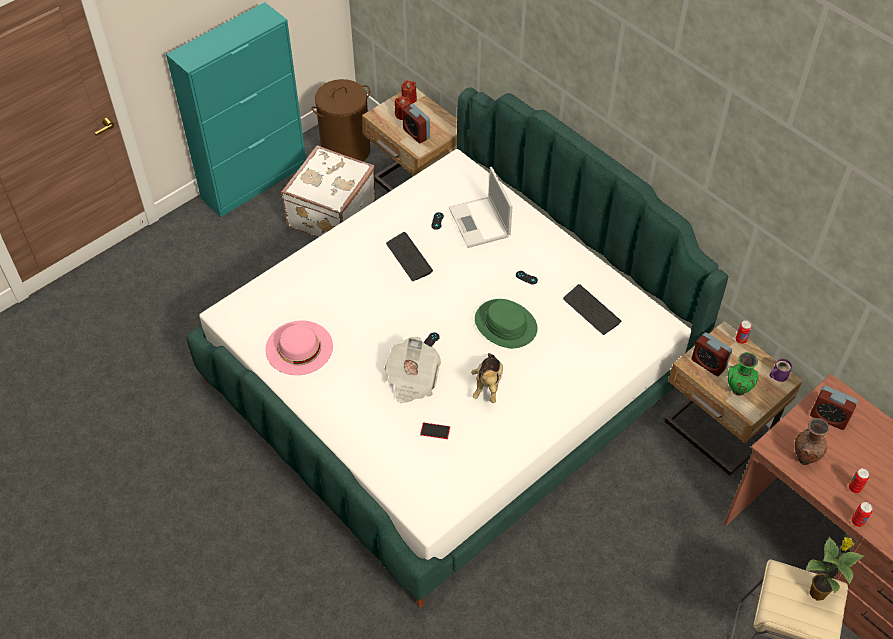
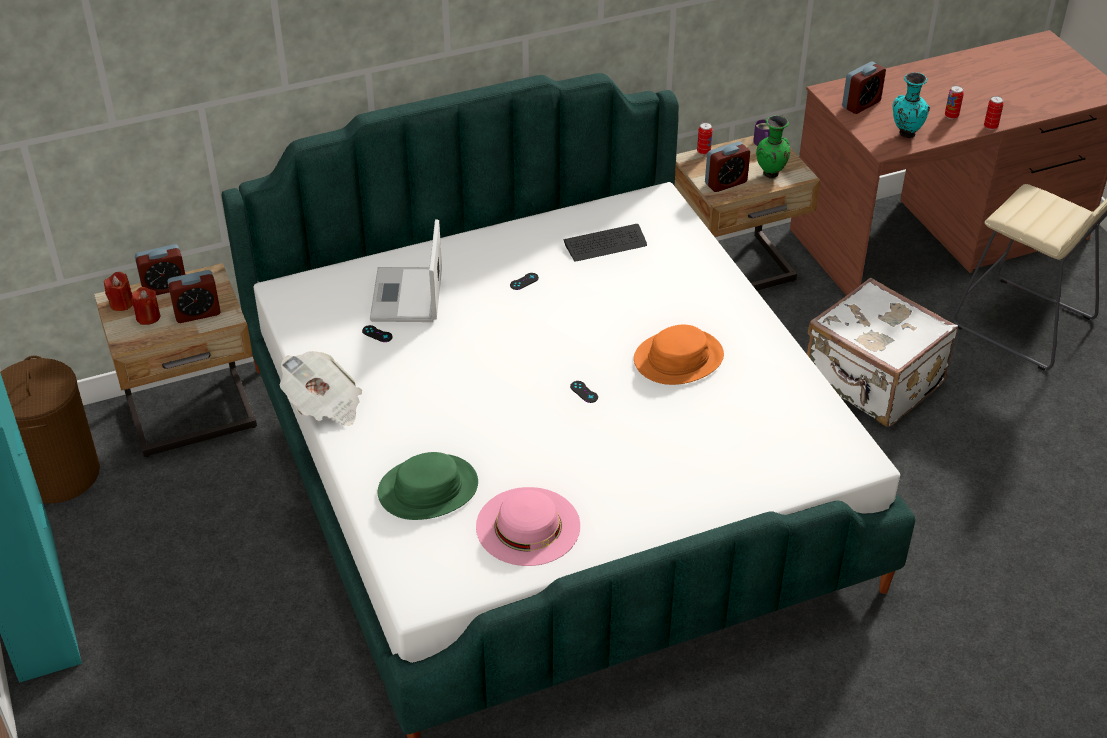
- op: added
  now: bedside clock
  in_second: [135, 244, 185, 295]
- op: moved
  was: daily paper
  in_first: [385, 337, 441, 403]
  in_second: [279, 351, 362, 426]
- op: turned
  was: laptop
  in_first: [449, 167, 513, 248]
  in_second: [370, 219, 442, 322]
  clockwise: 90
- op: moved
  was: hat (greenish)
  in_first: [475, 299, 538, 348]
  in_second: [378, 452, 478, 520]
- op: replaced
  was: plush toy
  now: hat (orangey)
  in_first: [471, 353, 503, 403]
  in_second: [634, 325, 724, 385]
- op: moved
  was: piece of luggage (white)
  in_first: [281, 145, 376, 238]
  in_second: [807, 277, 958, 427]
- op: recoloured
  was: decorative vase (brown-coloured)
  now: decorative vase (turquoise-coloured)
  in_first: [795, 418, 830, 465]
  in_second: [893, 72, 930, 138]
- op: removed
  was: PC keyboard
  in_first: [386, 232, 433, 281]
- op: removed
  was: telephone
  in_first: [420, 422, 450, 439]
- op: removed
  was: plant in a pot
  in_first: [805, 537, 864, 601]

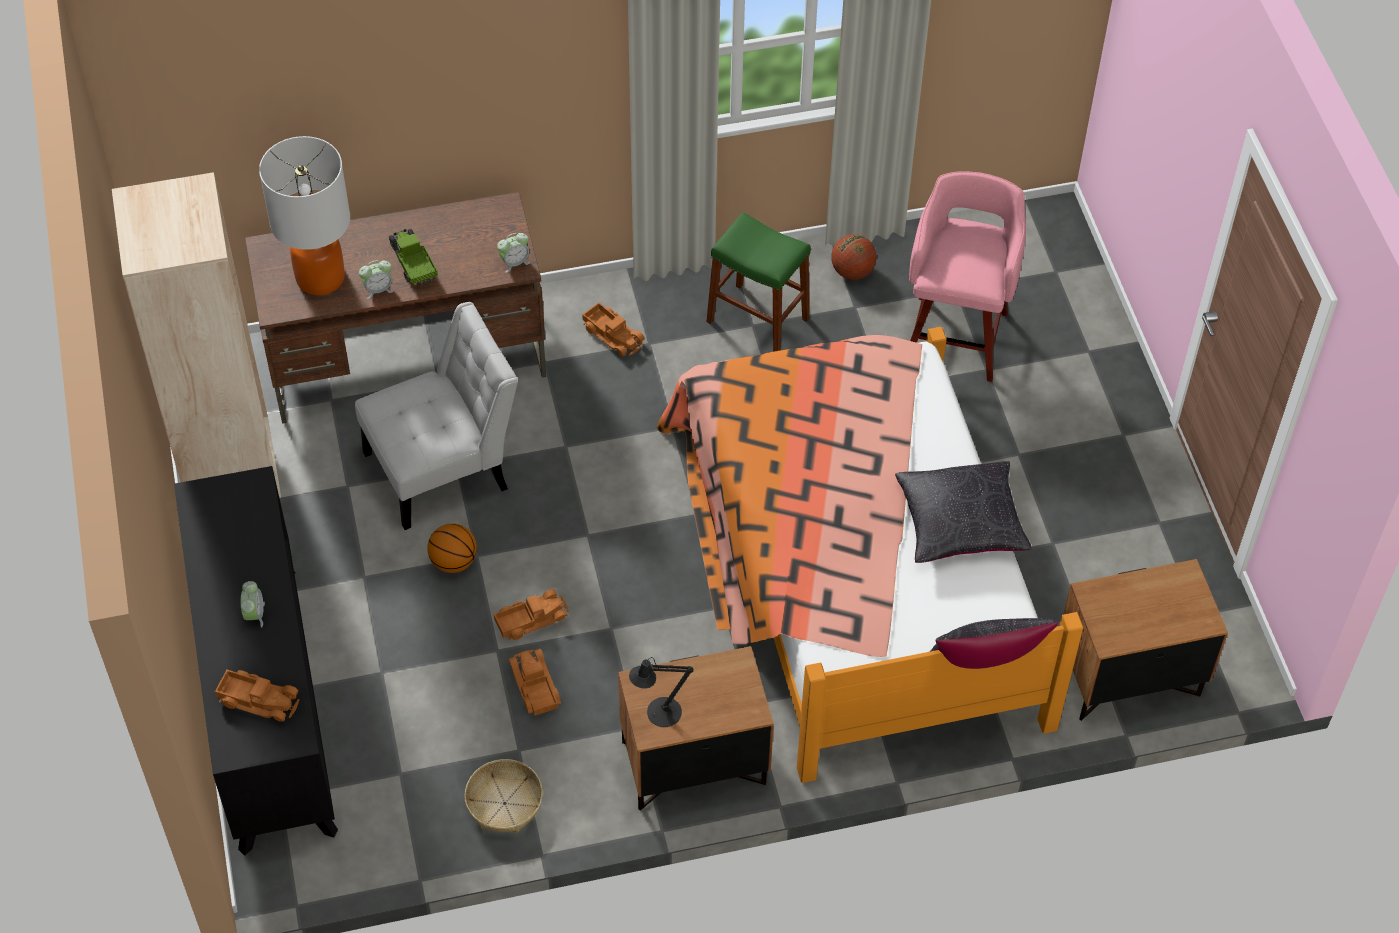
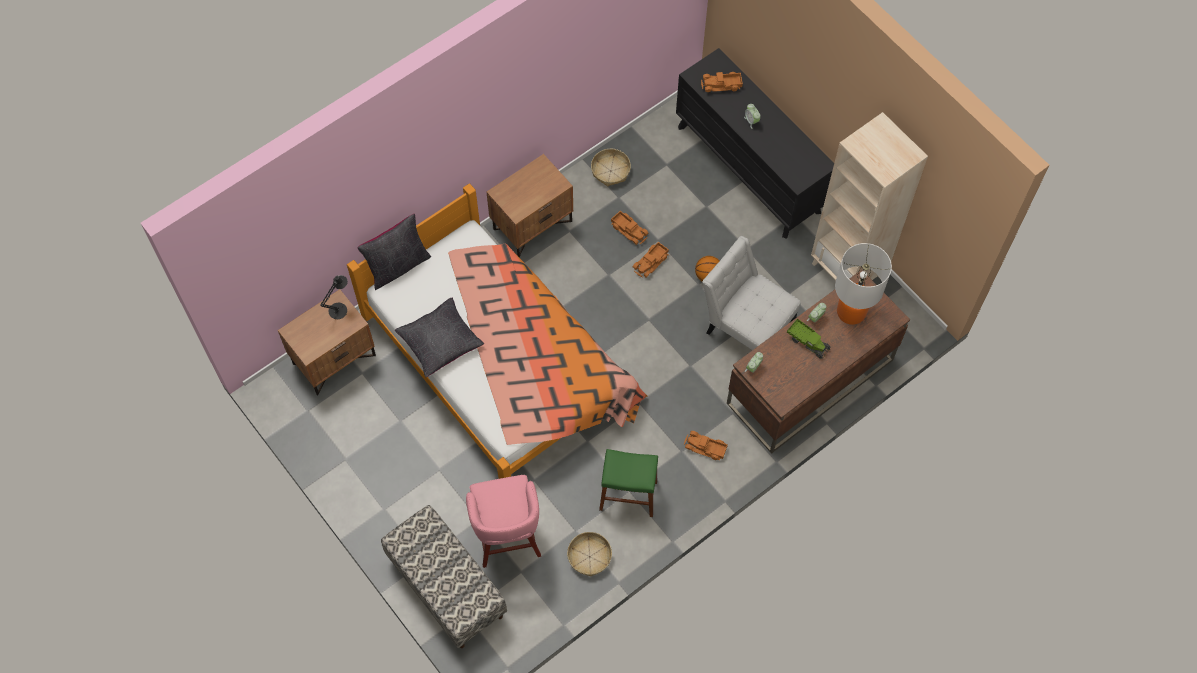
- op: moved
  was: lamp for a table (black)
  in_first: [629, 657, 693, 727]
  in_second: [320, 275, 348, 319]
- op: added
  now: long seat
  in_second: [381, 505, 507, 648]
- op: replaced
  was: basketball ball
  now: basket
  in_first: [831, 234, 876, 280]
  in_second: [567, 532, 612, 577]
- op: turned
  was: upright chair (white)
  in_first: [355, 302, 518, 530]
  in_second: [702, 236, 801, 350]
  clockwise: 90

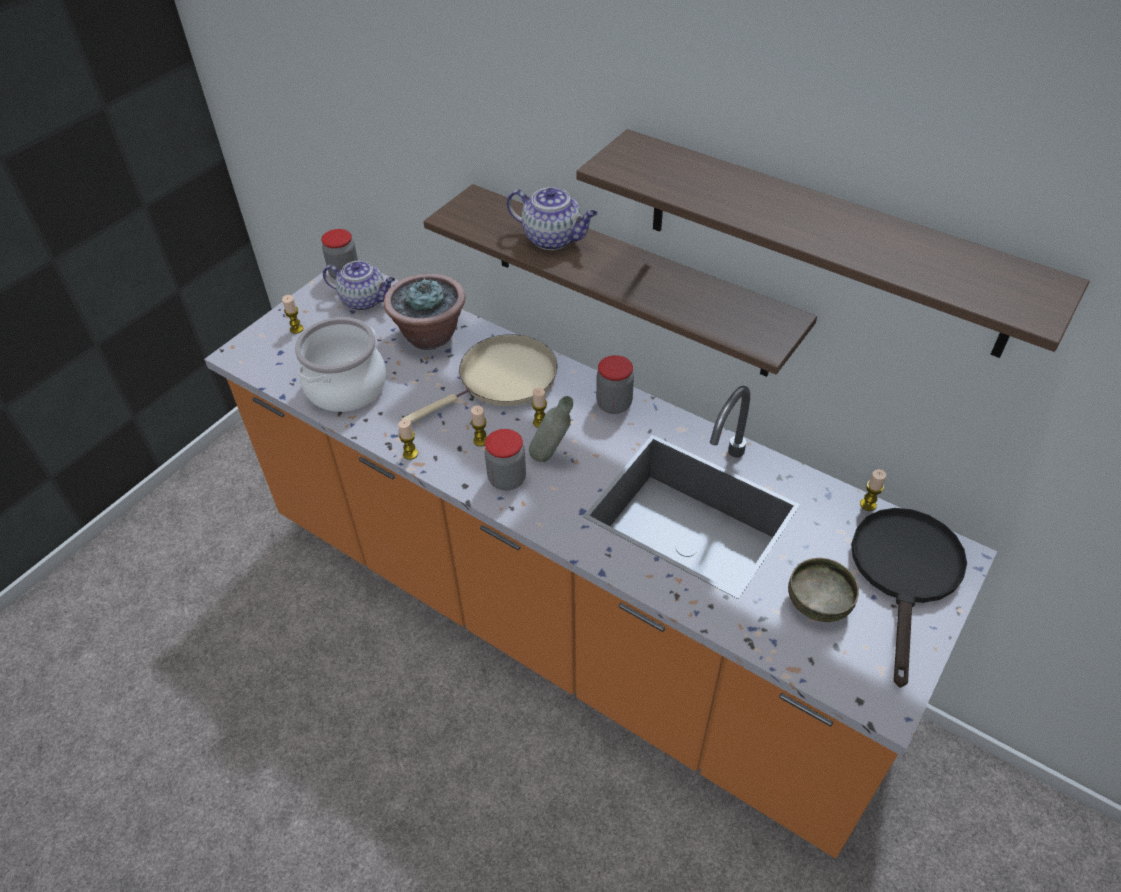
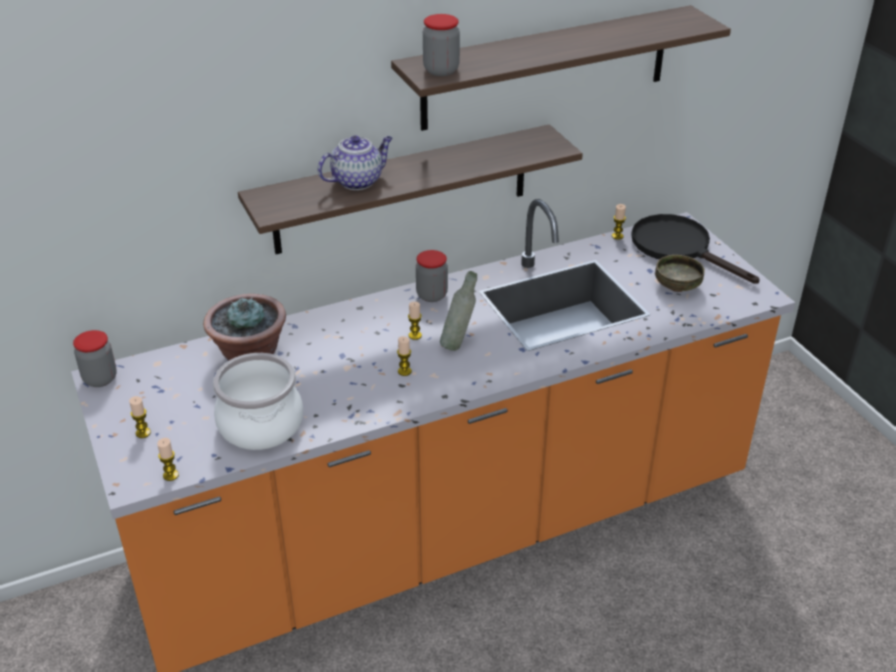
- op: moved
  was: candle
  in_first: [398, 419, 418, 460]
  in_second: [157, 438, 179, 481]
- op: moved
  was: jar
  in_first: [485, 429, 526, 491]
  in_second: [423, 14, 460, 76]
- op: removed
  was: tea pot
  in_first: [323, 261, 395, 311]
- op: removed
  was: pan (sand-coloured)
  in_first: [401, 334, 558, 423]

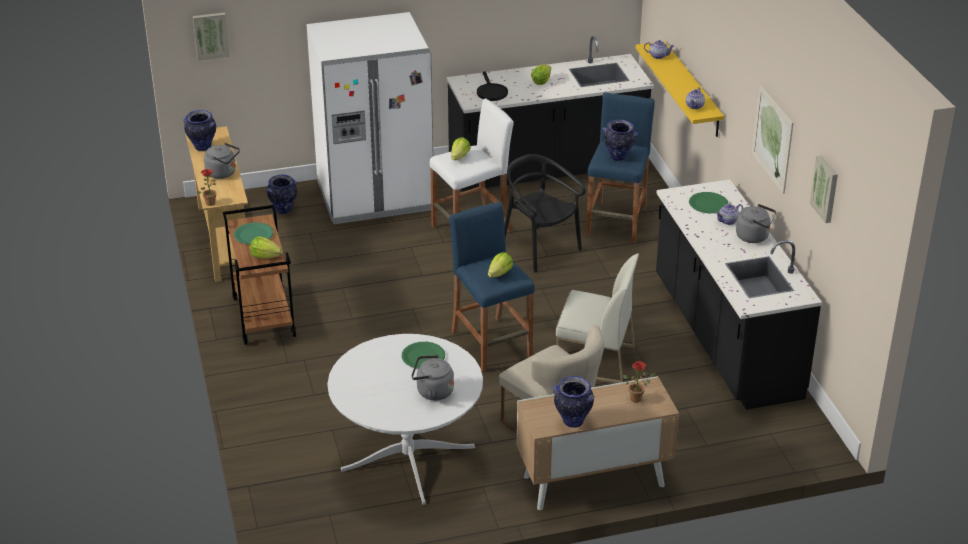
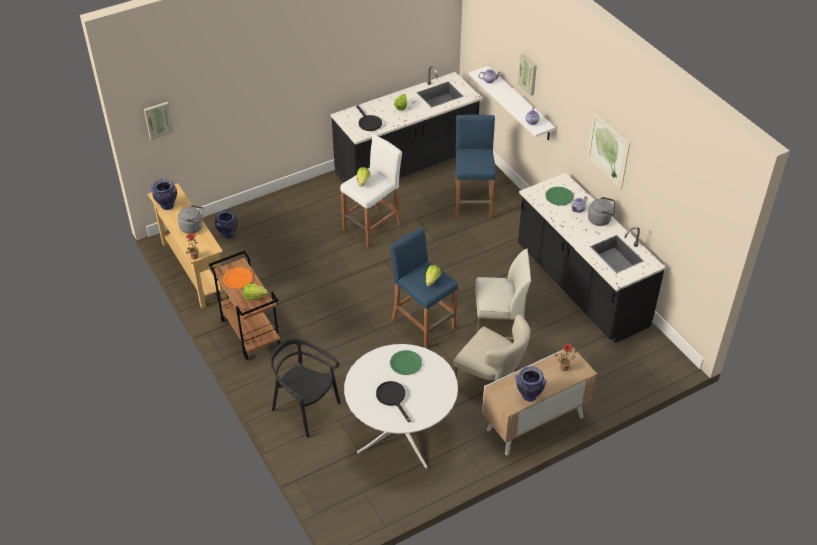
- op: recoloured
  was: flat dish (greenish)
  now: flat dish (orangey)
  in_first: [234, 222, 273, 244]
  in_second: [223, 267, 253, 289]
- op: moved
  was: upright chair (black)
  in_first: [504, 154, 586, 273]
  in_second: [270, 339, 341, 438]
- op: added
  now: pan (black)
  in_second: [376, 381, 411, 422]
- op: recoloured
  was: wall shelf (yellow-coloured)
  now: wall shelf (white)
  in_first: [636, 41, 724, 137]
  in_second: [469, 66, 556, 141]
- op: moved
  was: picture
  in_first: [810, 155, 838, 223]
  in_second: [518, 54, 537, 96]
- op: removed
  was: kitchen fridge (white)
  in_first: [306, 12, 433, 224]
- op: removed
  was: tea kettle (greyish)
  in_first: [412, 355, 454, 400]
- op: removed
  was: decorative vase
  in_first: [603, 120, 638, 161]

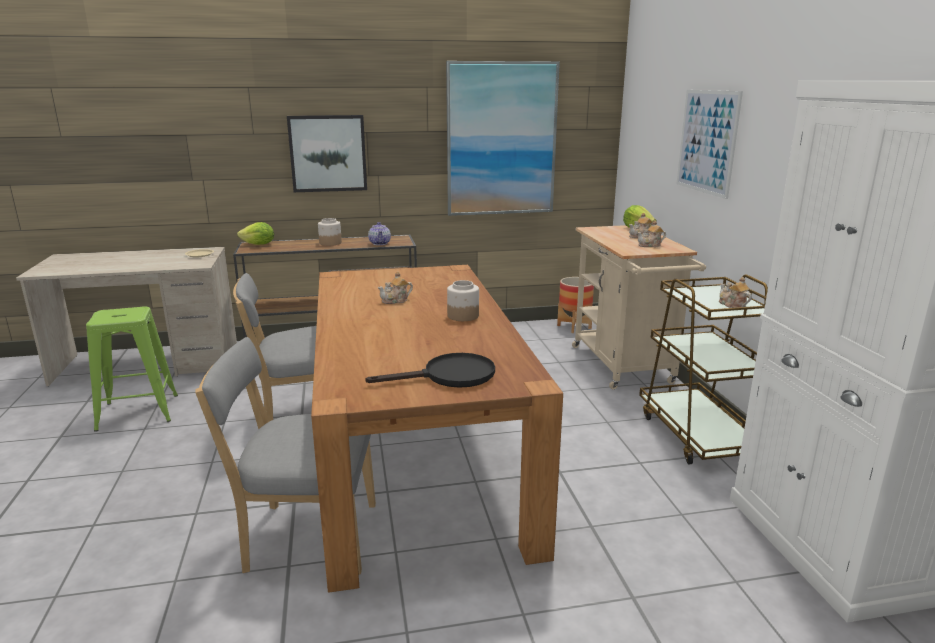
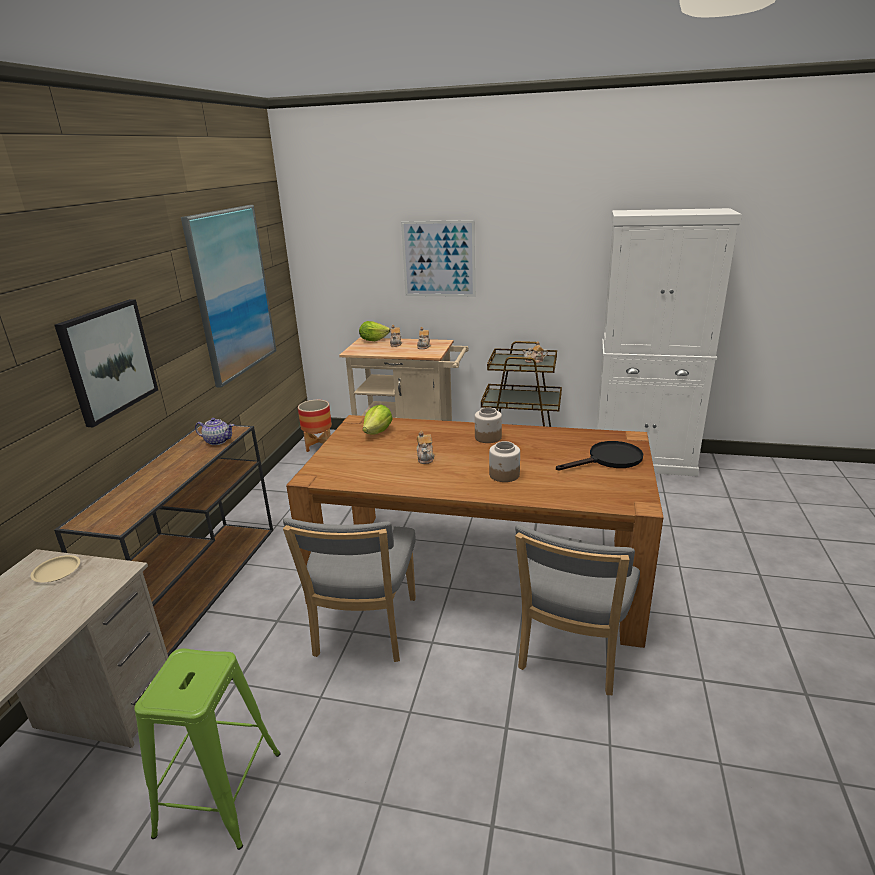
- op: moved
  was: head of lettuce
  in_first: [237, 222, 274, 245]
  in_second: [363, 404, 393, 435]
- op: moved
  was: jar
  in_first: [318, 218, 342, 246]
  in_second: [489, 441, 520, 482]
- op: turned
  was: pan (black)
  in_first: [365, 353, 495, 388]
  in_second: [556, 441, 643, 470]
  clockwise: 60

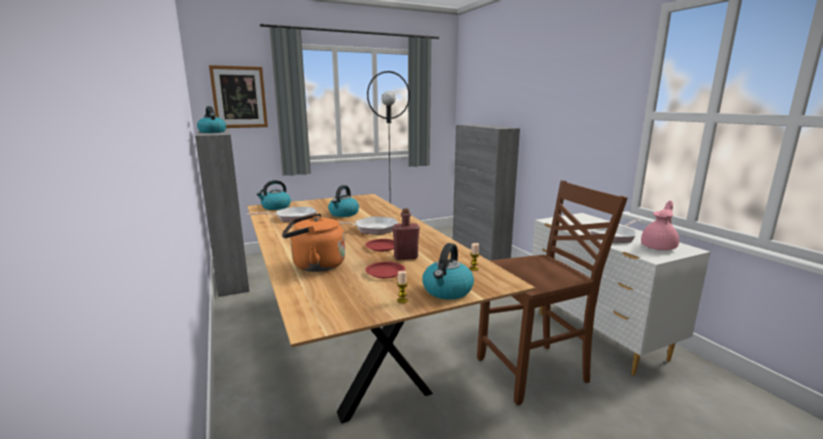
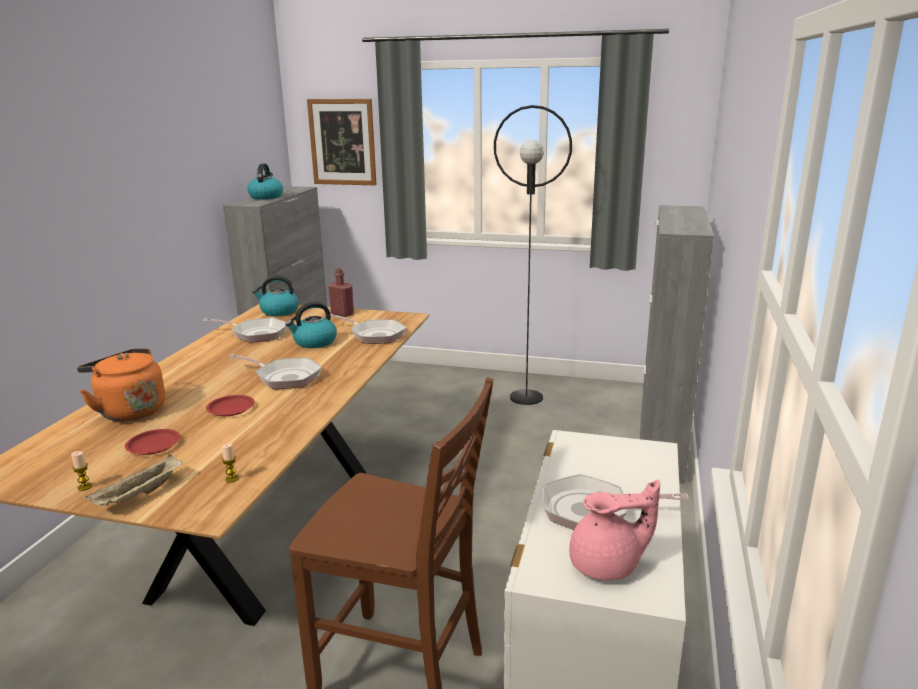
- op: replaced
  was: tea kettle
  now: tray (sand-coloured)
  in_first: [422, 243, 474, 299]
  in_second: [86, 454, 183, 506]
- op: moved
  was: drink bottle (reddish)
  in_first: [392, 208, 420, 260]
  in_second: [328, 268, 354, 317]
- op: added
  now: pan
  in_second: [331, 314, 407, 344]

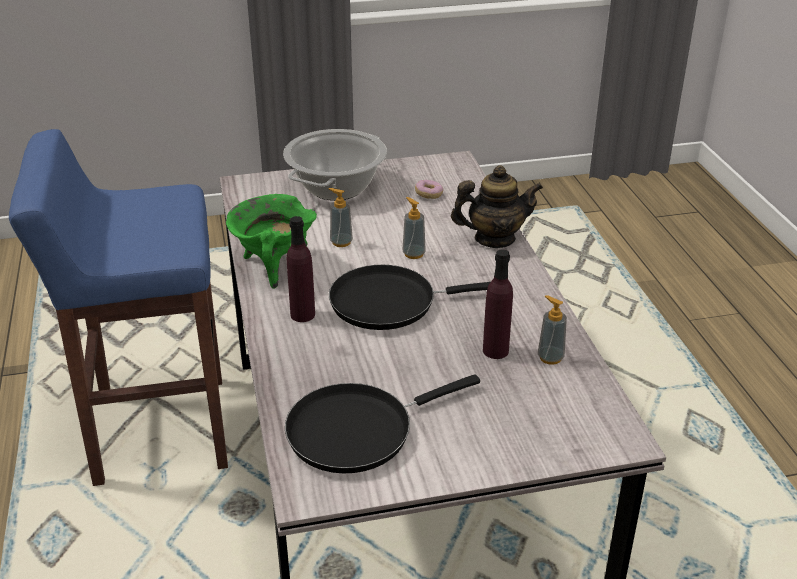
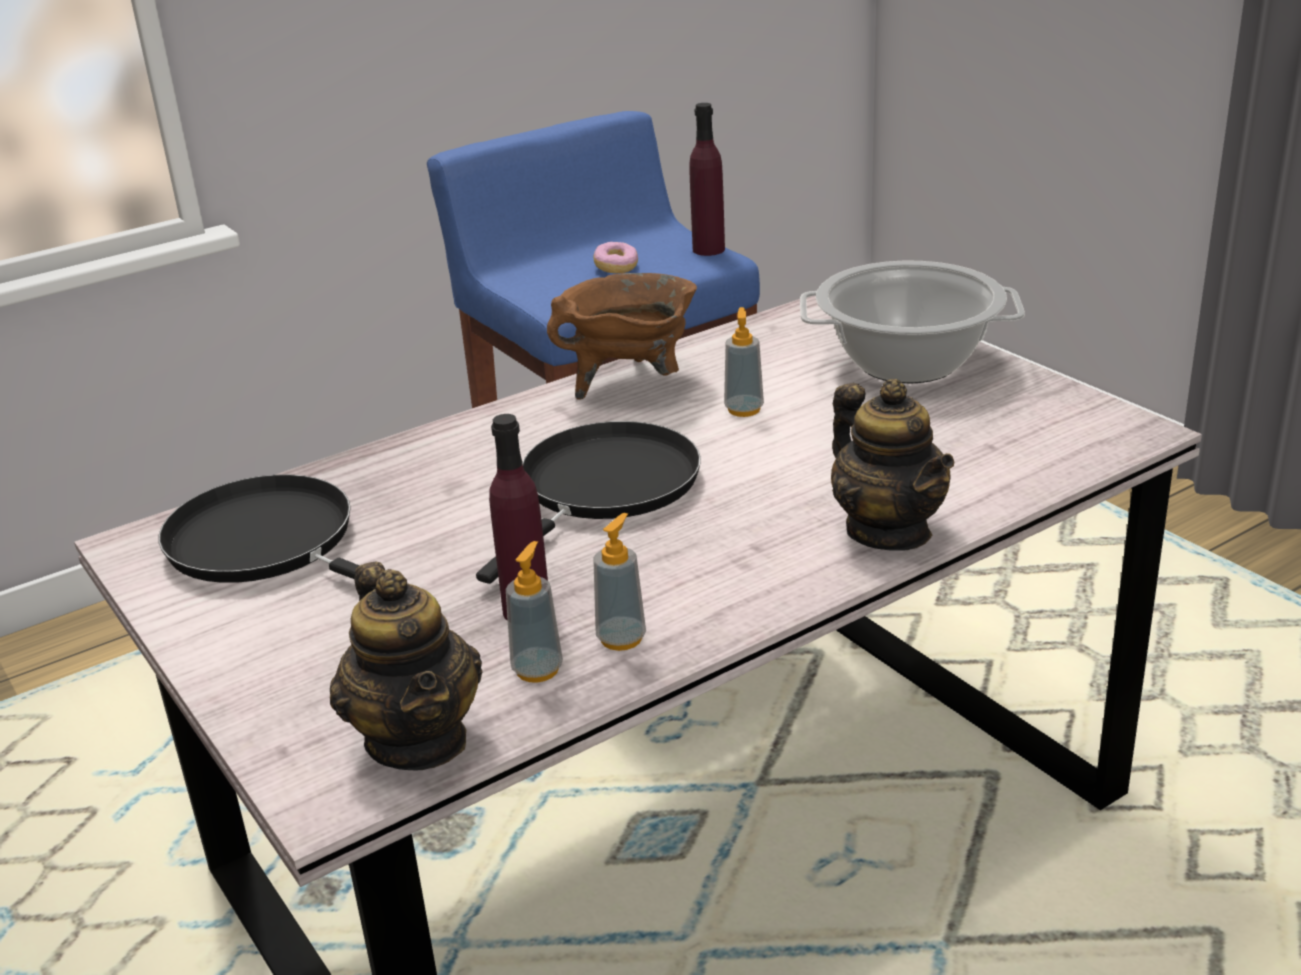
- op: added
  now: tea pot
  in_second: [330, 562, 483, 770]
- op: turned
  was: pan (black)
  in_first: [329, 265, 490, 330]
  in_second: [476, 421, 701, 584]
  clockwise: 60
- op: recoloured
  was: cooking pot (greenish)
  now: cooking pot (brown-coloured)
  in_first: [226, 194, 317, 289]
  in_second: [547, 273, 697, 400]
- op: moved
  was: donut
  in_first: [415, 180, 443, 199]
  in_second: [593, 242, 638, 273]
- op: moved
  was: soap dispenser
  in_first: [402, 197, 426, 259]
  in_second: [593, 513, 646, 651]
- op: moved
  was: drink bottle (purple-coloured)
  in_first: [287, 216, 315, 322]
  in_second: [689, 103, 725, 256]

